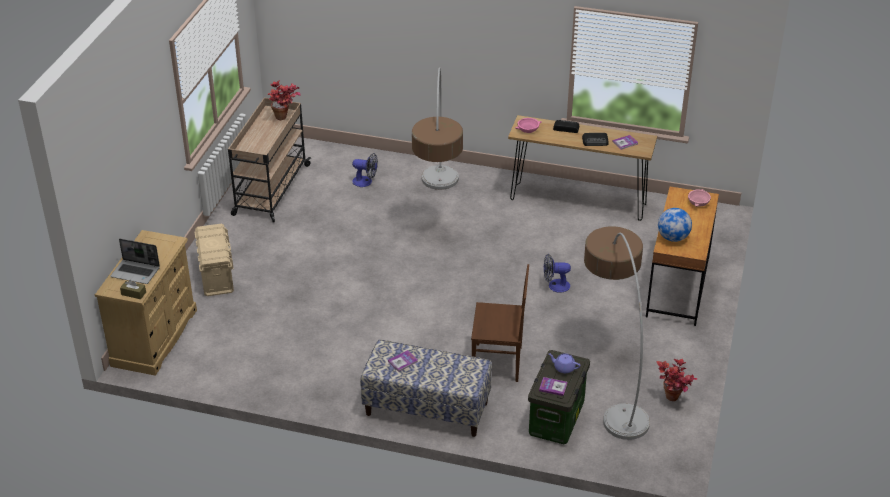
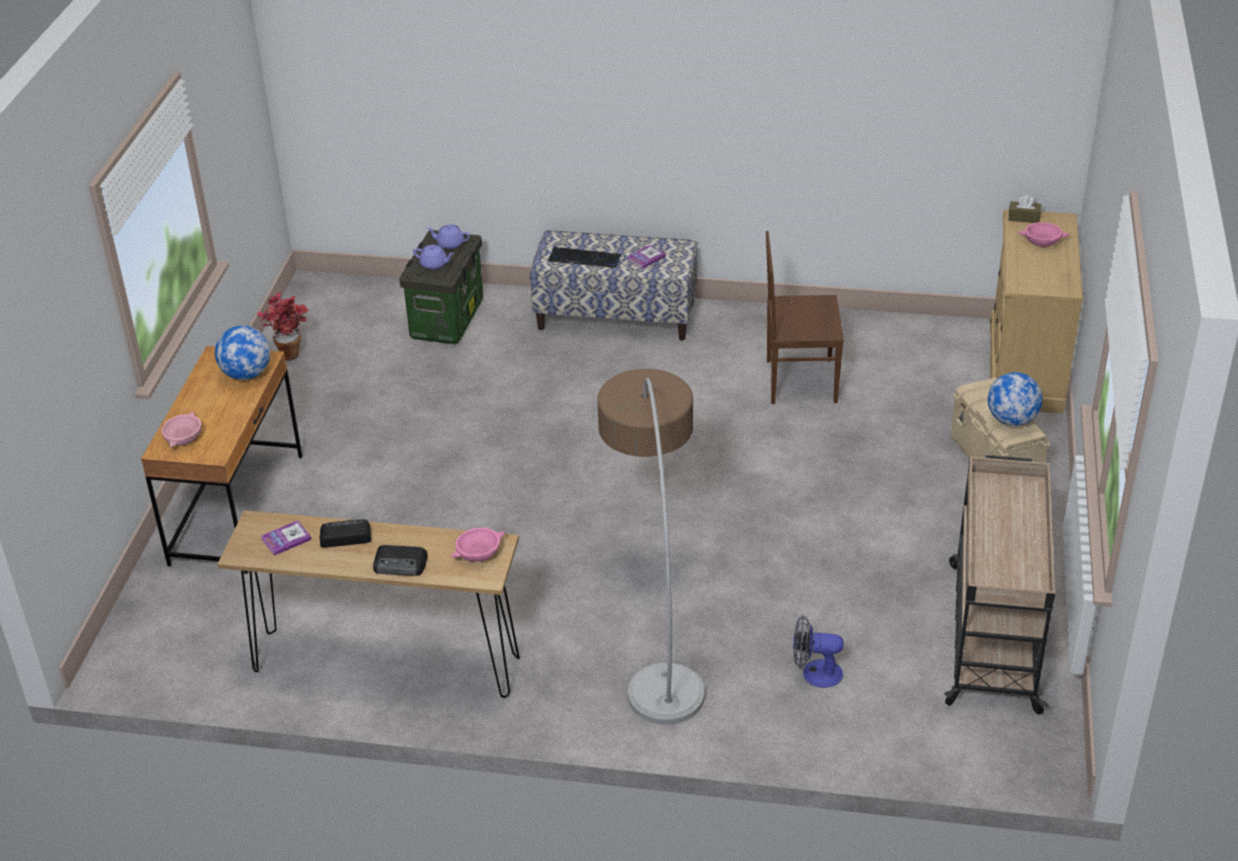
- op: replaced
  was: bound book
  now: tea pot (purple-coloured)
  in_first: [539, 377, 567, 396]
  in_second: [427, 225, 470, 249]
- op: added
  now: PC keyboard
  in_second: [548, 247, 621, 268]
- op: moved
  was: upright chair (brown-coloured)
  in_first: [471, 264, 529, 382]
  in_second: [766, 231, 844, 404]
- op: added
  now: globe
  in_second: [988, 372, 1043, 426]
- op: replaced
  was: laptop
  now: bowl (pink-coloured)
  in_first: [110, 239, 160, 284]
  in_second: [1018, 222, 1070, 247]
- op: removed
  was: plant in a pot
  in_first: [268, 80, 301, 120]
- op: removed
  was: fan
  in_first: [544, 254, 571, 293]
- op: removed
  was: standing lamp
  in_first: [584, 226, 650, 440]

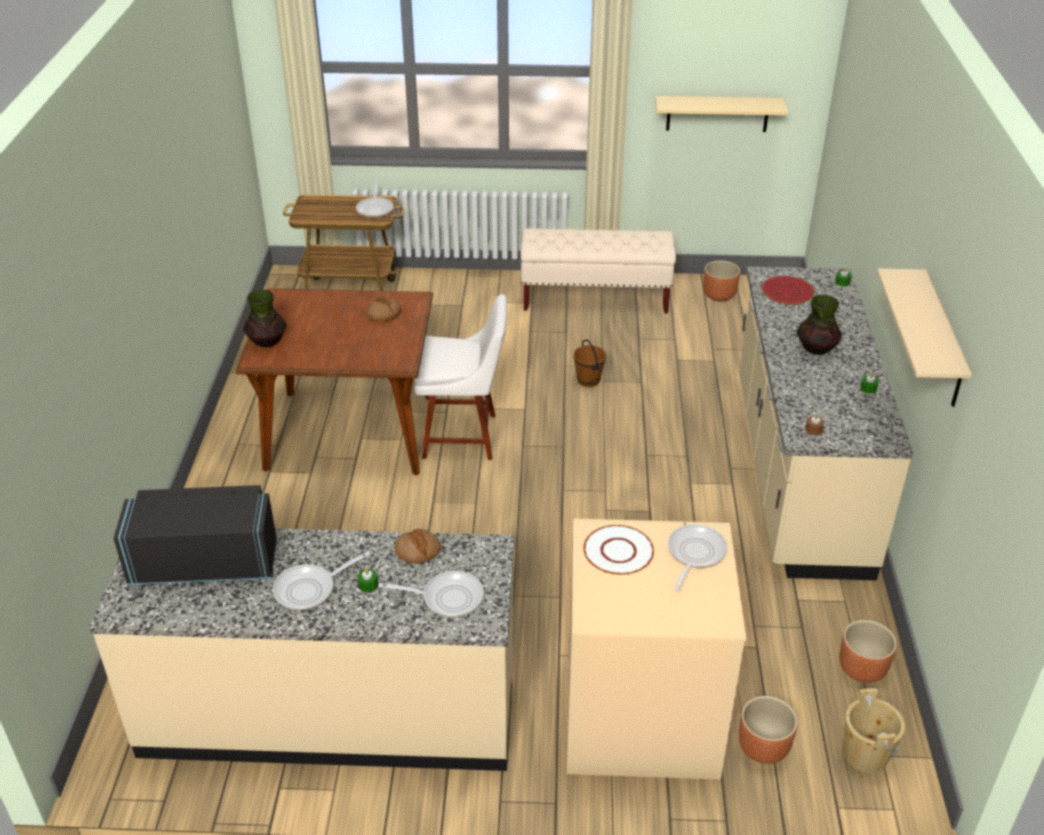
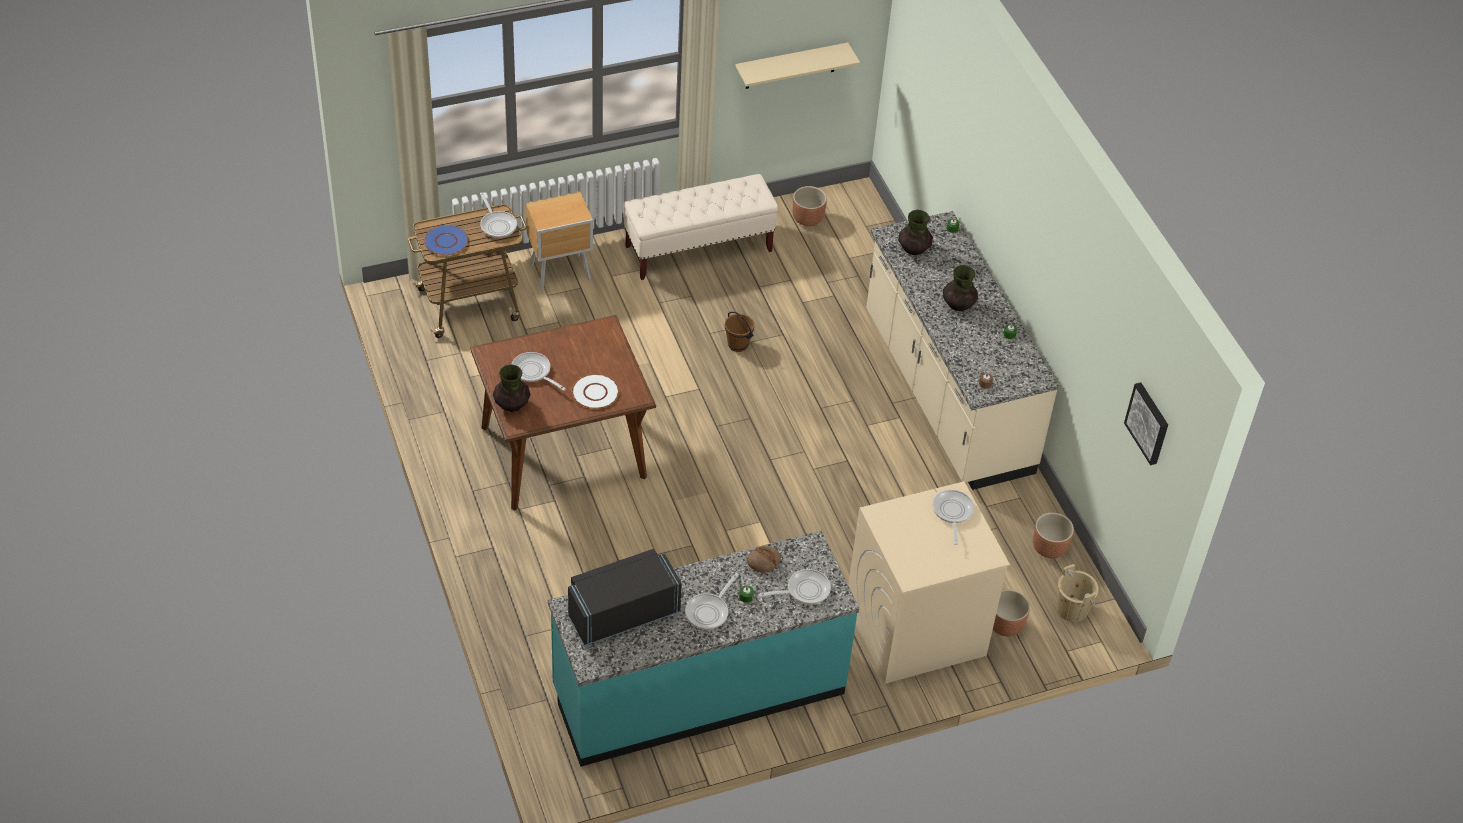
- op: added
  now: flat dish (bluish)
  in_second: [424, 225, 468, 255]
- op: added
  now: pan
  in_second: [512, 352, 566, 391]
- op: added
  now: bedside table (brown-coloured)
  in_second: [526, 192, 593, 290]
- op: recoloured
  was: kitchen counter (sand-coloured)
  now: kitchen counter (turquoise-coloured)
  in_first: [89, 528, 515, 771]
  in_second: [548, 531, 859, 767]
- op: moved
  was: flat dish (white)
  in_first: [583, 525, 654, 575]
  in_second: [572, 374, 619, 409]
- op: replaced
  was: flat dish (reddish)
  now: decorative vase
  in_first: [762, 276, 815, 305]
  in_second: [898, 210, 933, 255]
- op: added
  now: picture
  in_second: [1124, 382, 1168, 465]
- op: removed
  was: bakery bread
  in_first: [367, 296, 401, 321]
- op: removed
  was: upright chair (white)
  in_first: [414, 294, 507, 460]
- op: removed
  was: wall shelf (sand-coloured)
  in_first: [877, 269, 972, 407]

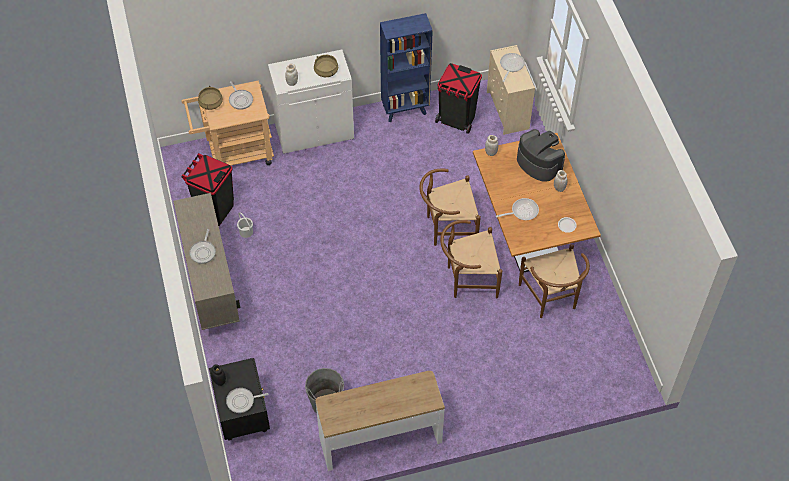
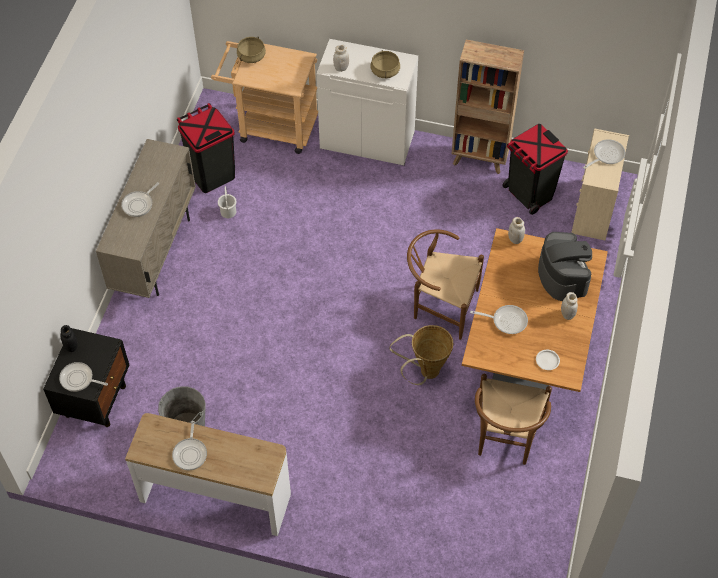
- op: moved
  was: pan
  in_first: [229, 81, 253, 110]
  in_second: [172, 421, 207, 471]
- op: replaced
  was: upright chair (brown-coloured)
  now: basket
  in_first: [440, 220, 502, 299]
  in_second: [389, 325, 453, 385]
- op: recoloured
  was: bookshelf (bluish)
  now: bookshelf (brown-coloured)
  in_first: [380, 13, 433, 123]
  in_second: [452, 40, 524, 174]

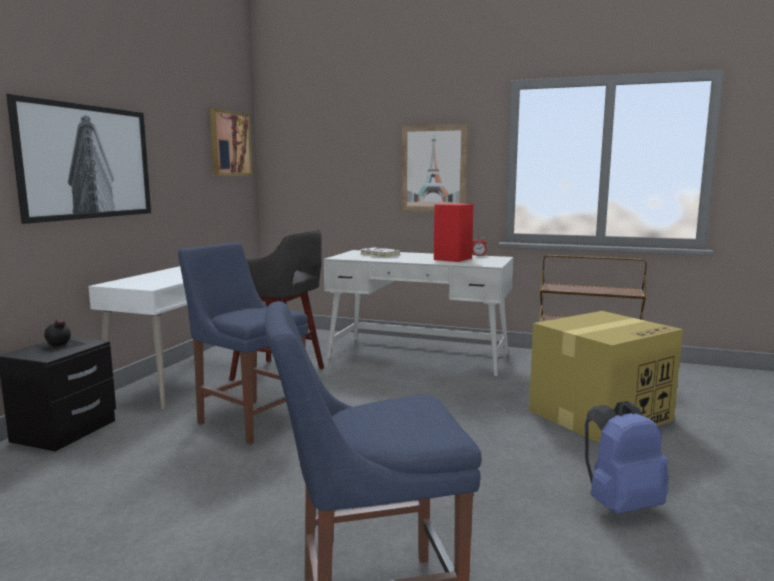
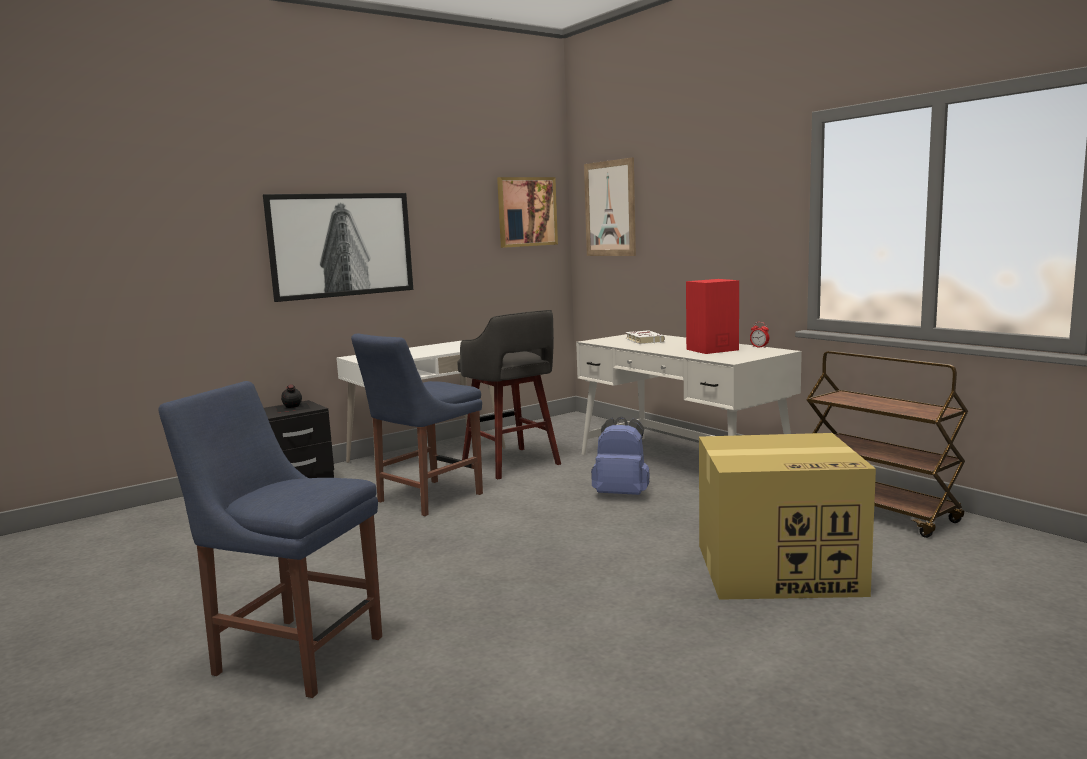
- op: turned
  was: upright chair (bluish)
  in_first: [178, 242, 308, 444]
  in_second: [351, 333, 483, 516]
  clockwise: -120
- op: moved
  was: picture
  in_first: [402, 124, 468, 212]
  in_second: [584, 157, 636, 256]
- op: moved
  was: rucksack (bluish)
  in_first: [585, 401, 669, 515]
  in_second: [591, 416, 649, 495]

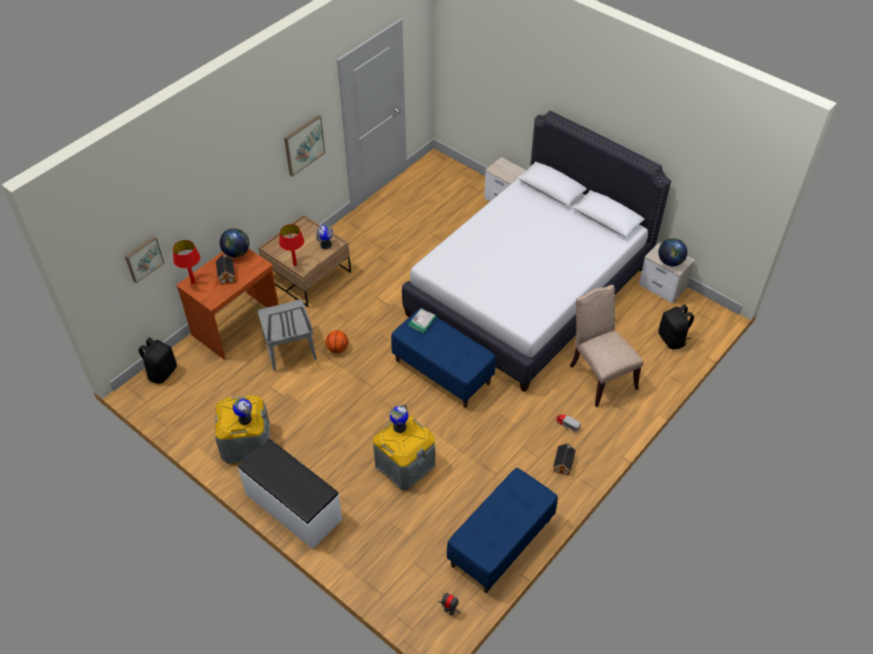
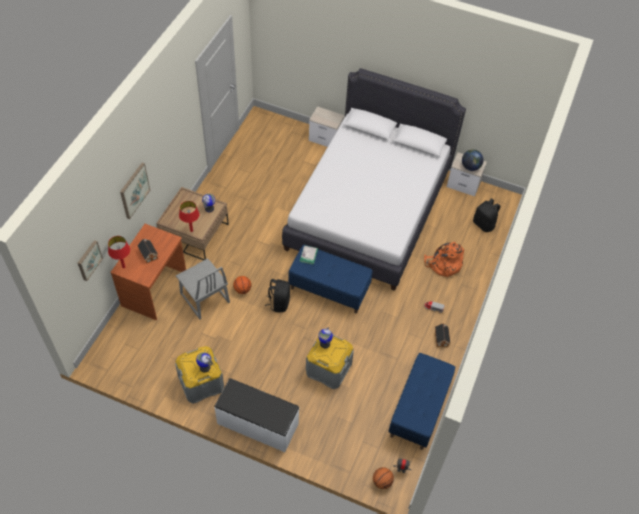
- op: moved
  was: picture
  in_first: [284, 114, 325, 176]
  in_second: [120, 163, 150, 219]
- op: moved
  was: rucksack (black)
  in_first: [139, 337, 177, 384]
  in_second: [265, 279, 290, 312]
- op: added
  now: basketball ball
  in_second: [373, 467, 394, 489]
- op: replaced
  was: upright chair (sand-coloured)
  now: rucksack (orangey)
  in_first: [570, 285, 644, 407]
  in_second: [424, 242, 464, 277]
- op: removed
  was: globe
  in_first: [220, 228, 249, 257]

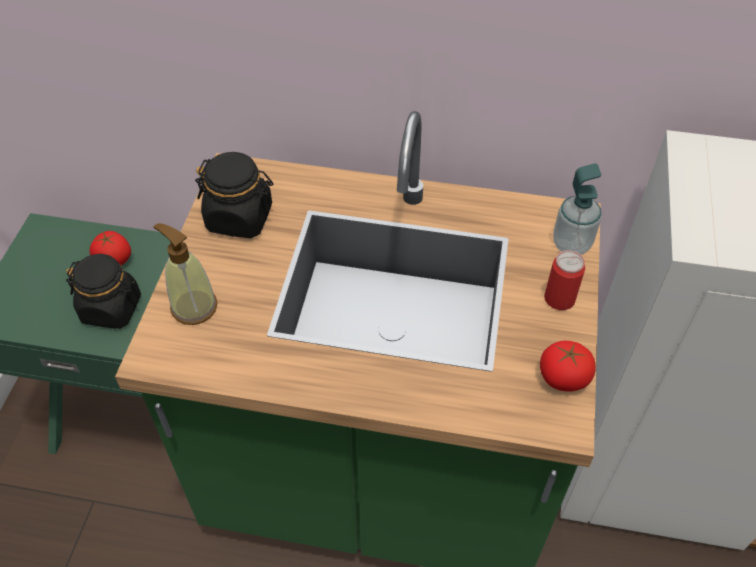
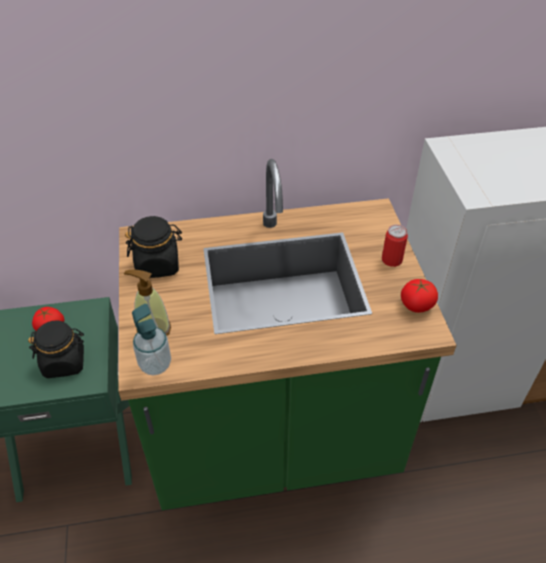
- op: moved
  was: soap dispenser
  in_first: [553, 163, 602, 255]
  in_second: [132, 304, 171, 375]

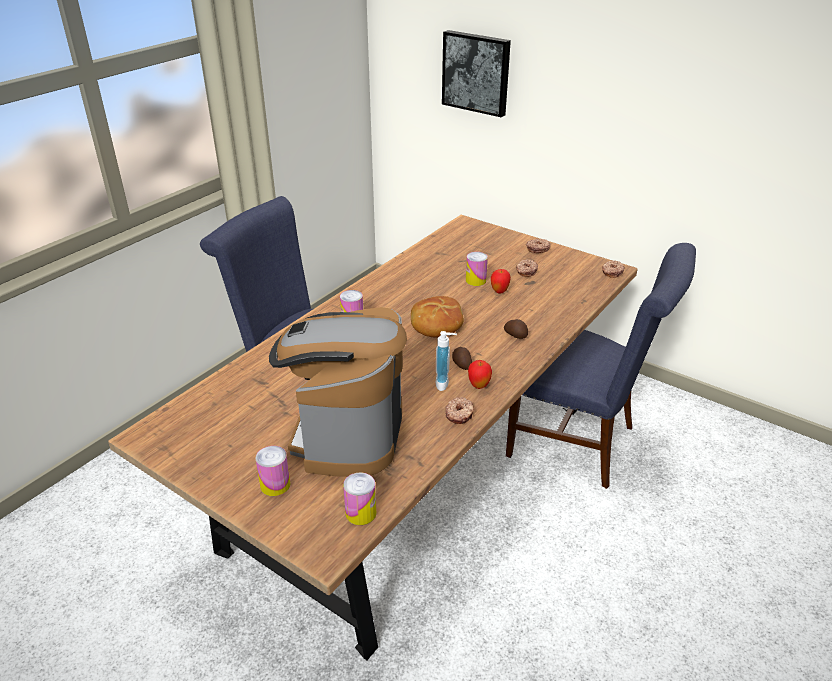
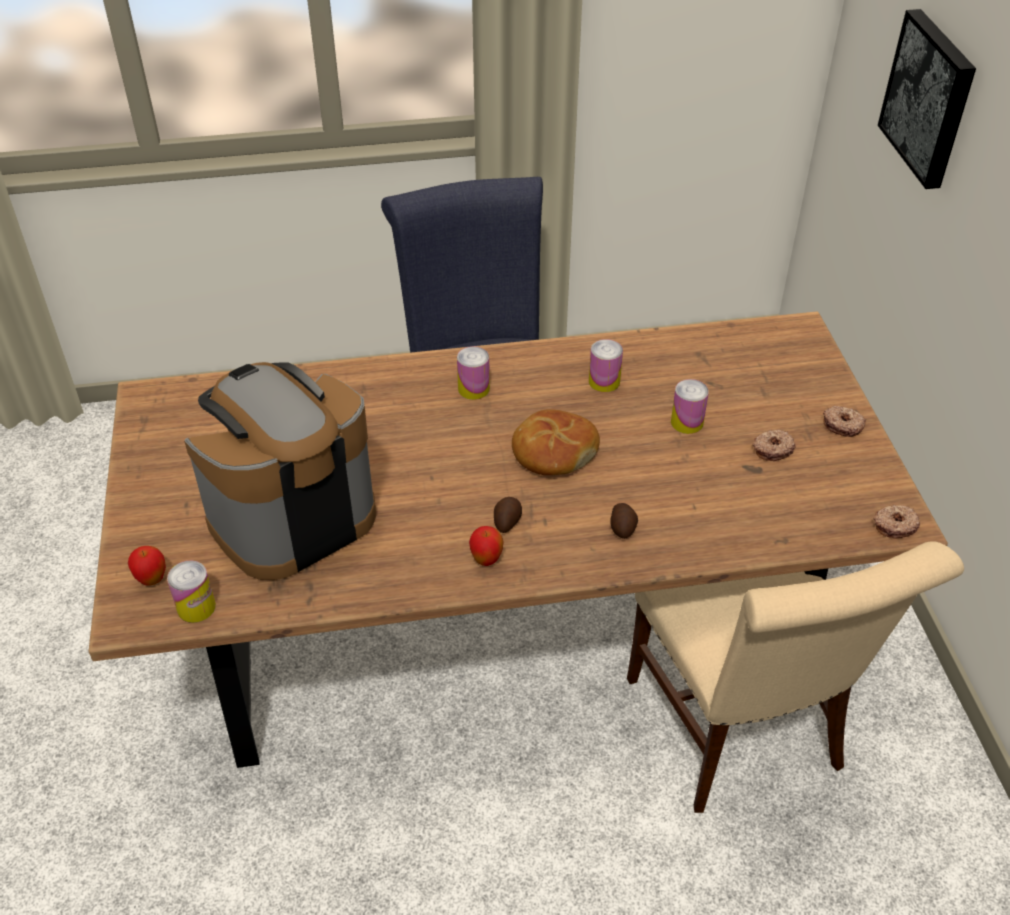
- op: moved
  was: apple fruit
  in_first: [491, 269, 511, 294]
  in_second: [128, 546, 166, 586]
- op: moved
  was: metal can
  in_first: [255, 446, 290, 496]
  in_second: [589, 339, 623, 392]
- op: recoloured
  was: upright chair (bluish)
  now: upright chair (sand-coloured)
  in_first: [506, 243, 696, 489]
  in_second: [627, 541, 964, 813]
- op: removed
  was: soap dispenser
  in_first: [436, 331, 457, 391]
- op: removed
  was: donut
  in_first: [445, 397, 474, 424]

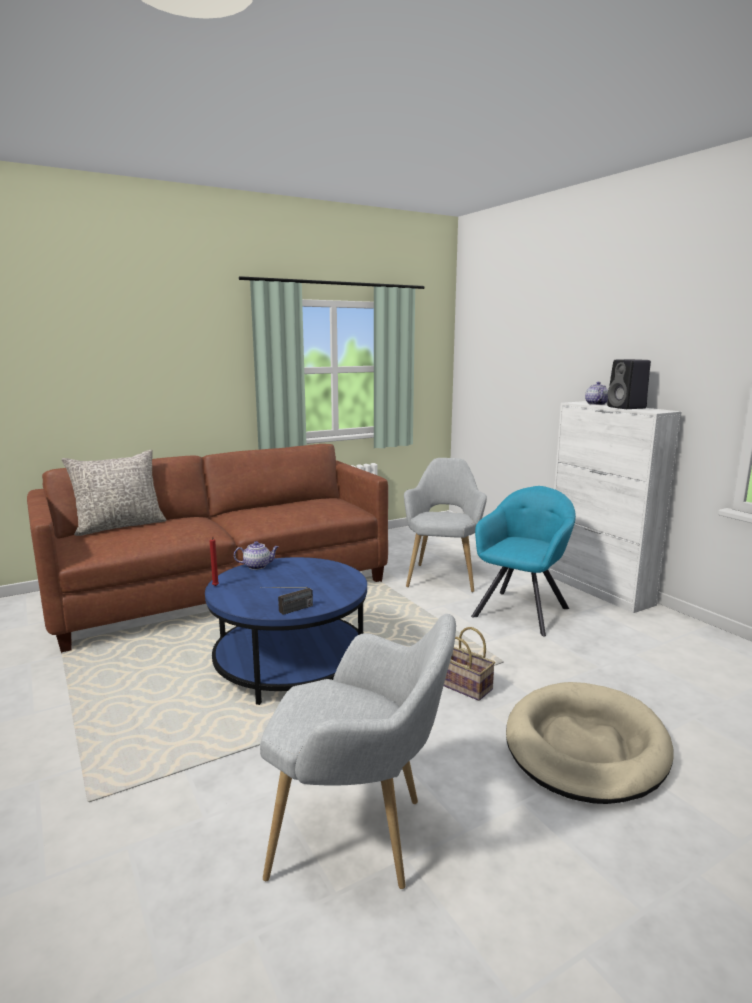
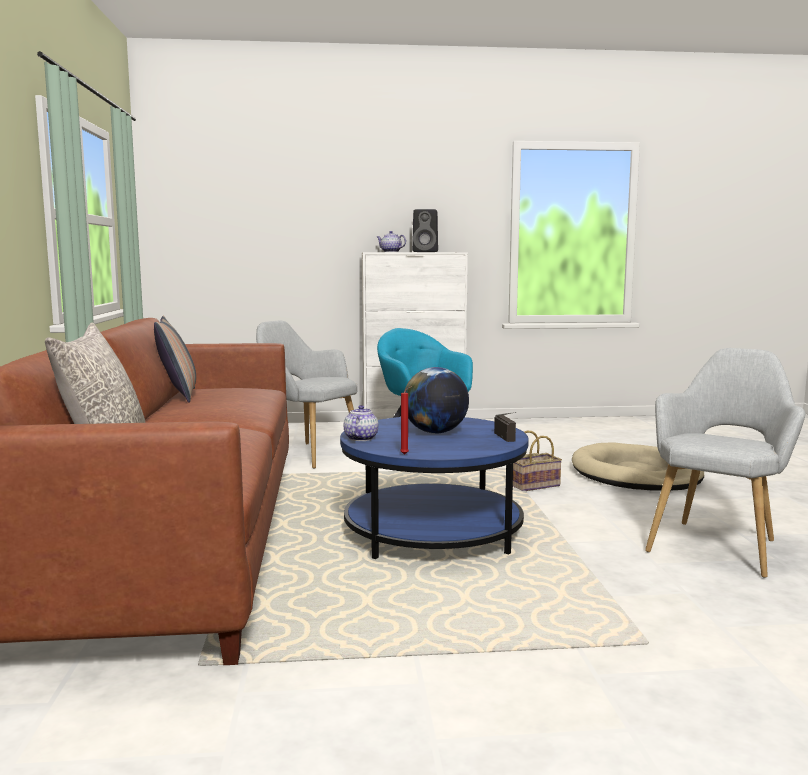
- op: added
  now: throw pillow
  in_second: [154, 315, 196, 403]
- op: added
  now: globe
  in_second: [404, 367, 469, 434]

